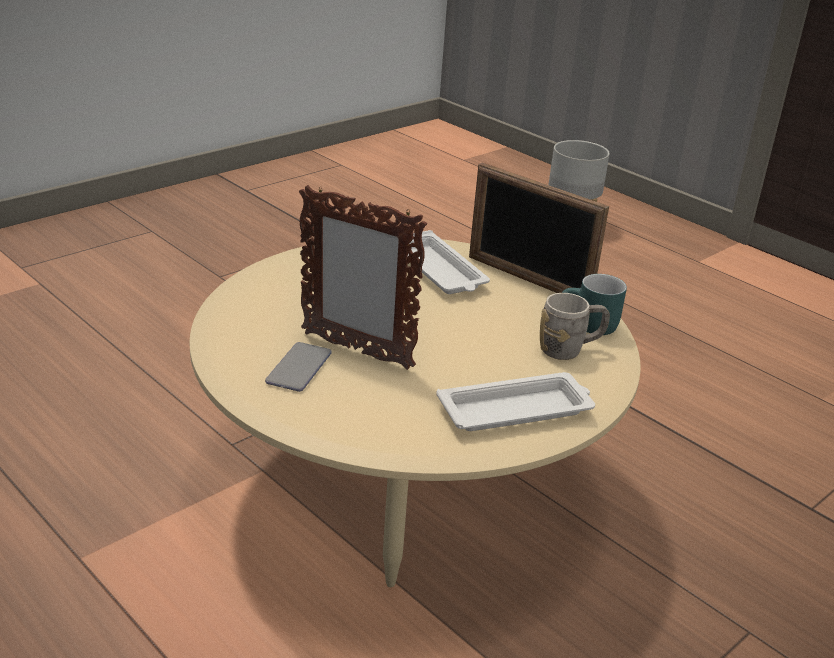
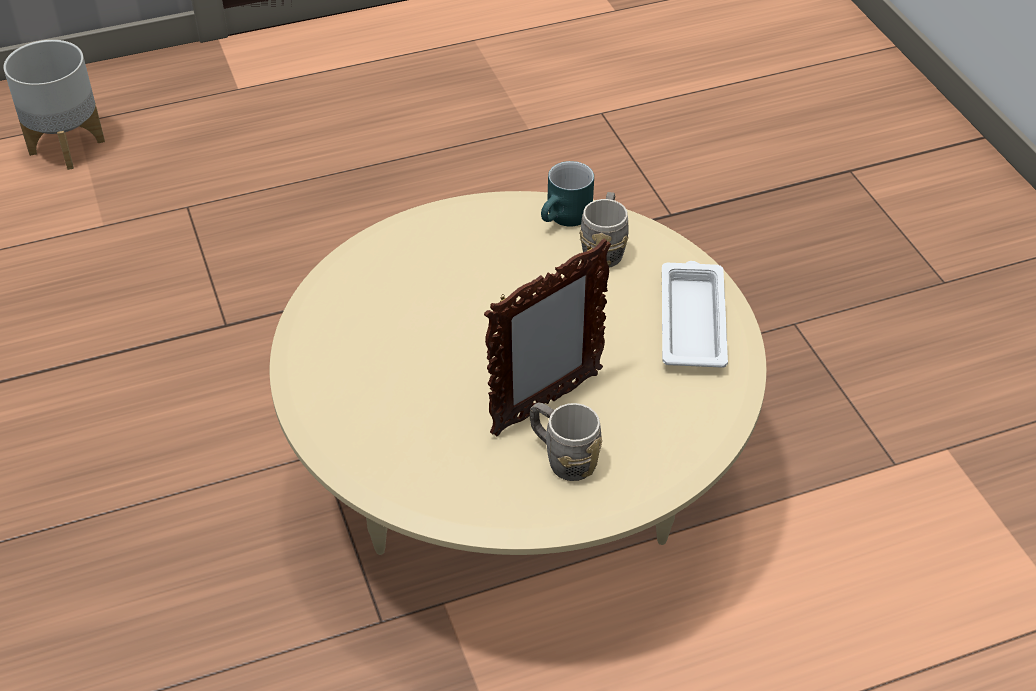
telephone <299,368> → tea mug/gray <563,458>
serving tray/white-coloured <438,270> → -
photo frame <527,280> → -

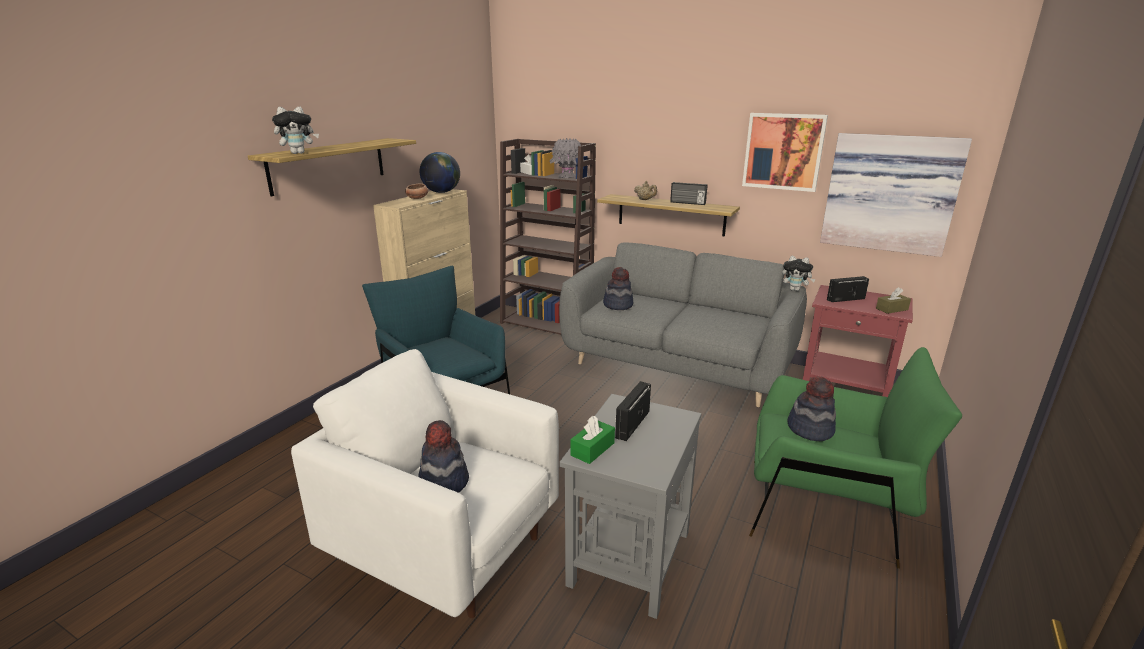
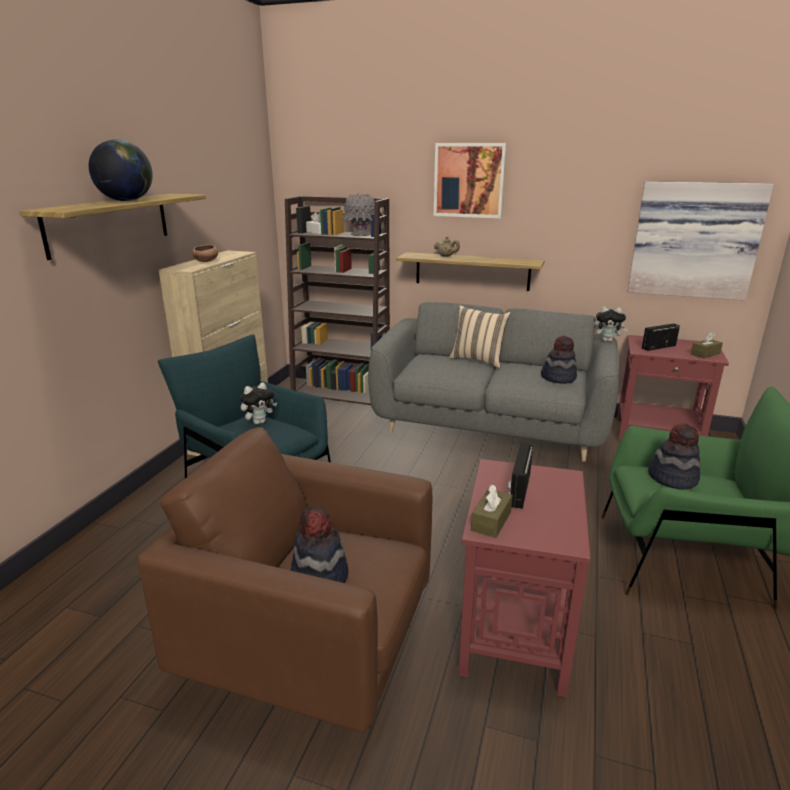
desk globe <441,192> → desk globe <126,201>, relocated
lounge chair/white-coloured <446,547> → lounge chair/brownish <311,649>
cuddly toy <299,153> → cuddly toy <259,422>, relocated
wall picture <783,151> → wall picture <469,180>, relocated
- → throw pillow/sand-coloured <478,360>
accent table/gray <629,557> → accent table/red <514,633>
box of tissues/greenish <592,449> → box of tissues/brownish <491,521>
wearable hat <618,305> → wearable hat <558,378>, relocated
radio <687,203> → -

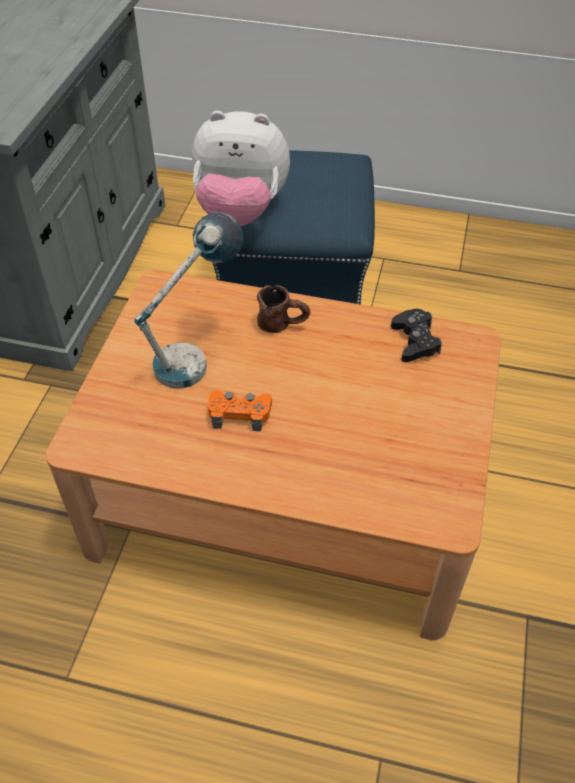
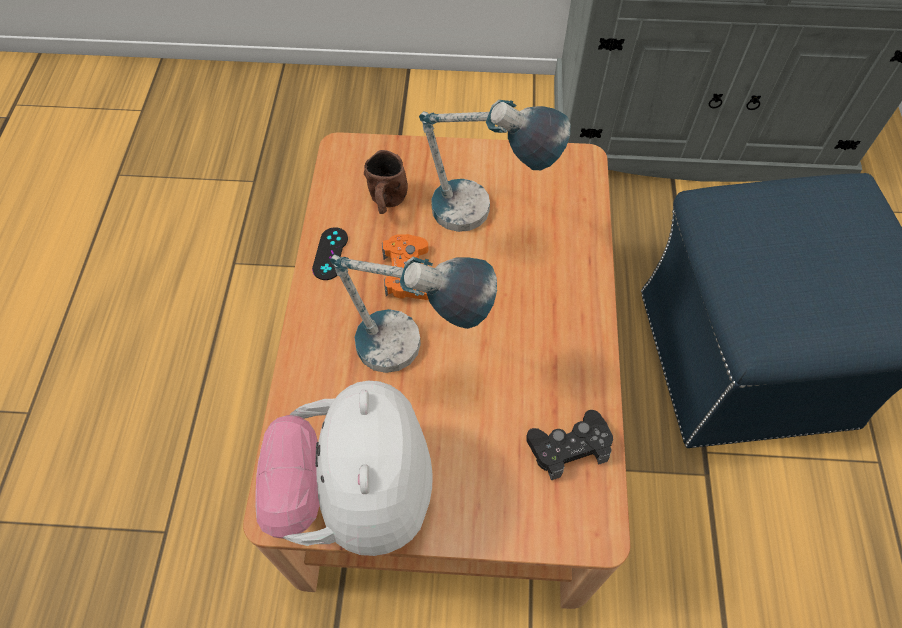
cuddly toy <240,212> → cuddly toy <356,495>, relocated
- → game controller/blackish <330,254>
- → tabletop lamp <414,354>
tea mug/brownish <283,325> → tea mug/brownish <387,203>, relocated

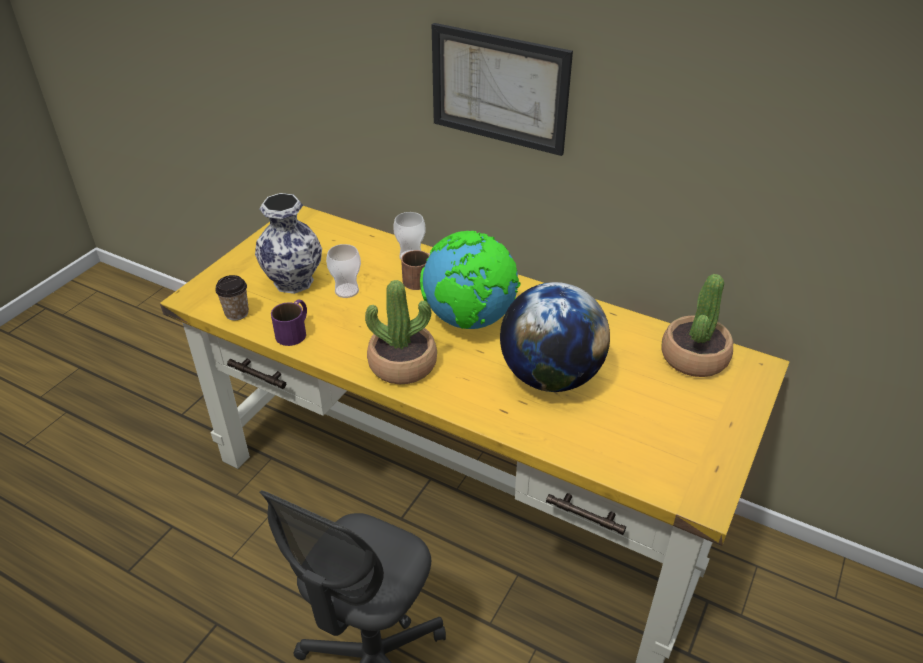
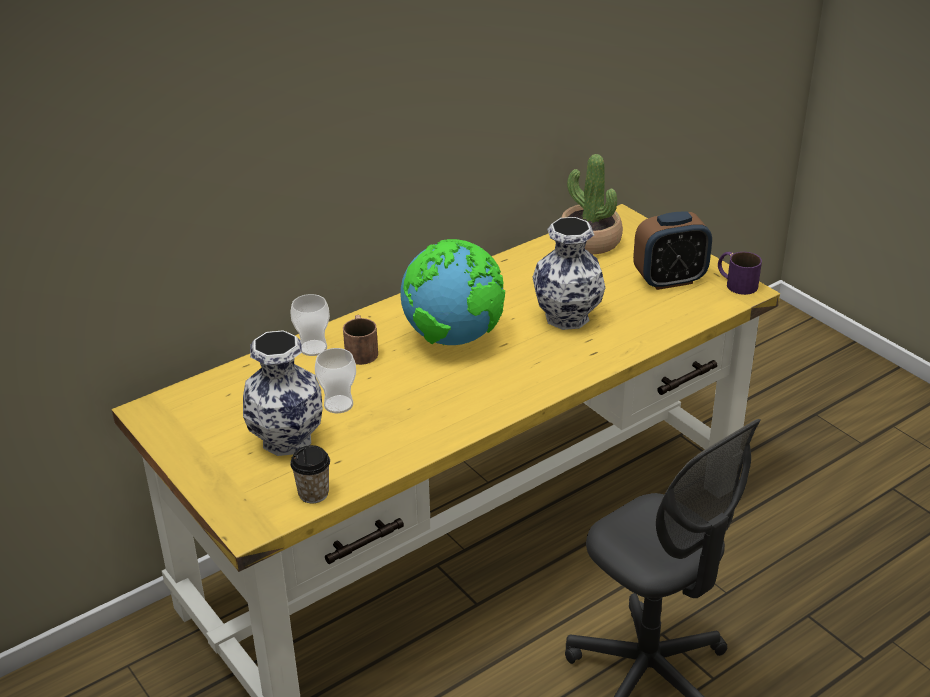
desk globe <550,377> → decorative vase <566,316>
- → alarm clock <669,280>
tea mug/purplish <295,331> → tea mug/purplish <735,283>, relocated
houseplant <403,364> → -
wall picture <499,88> → -

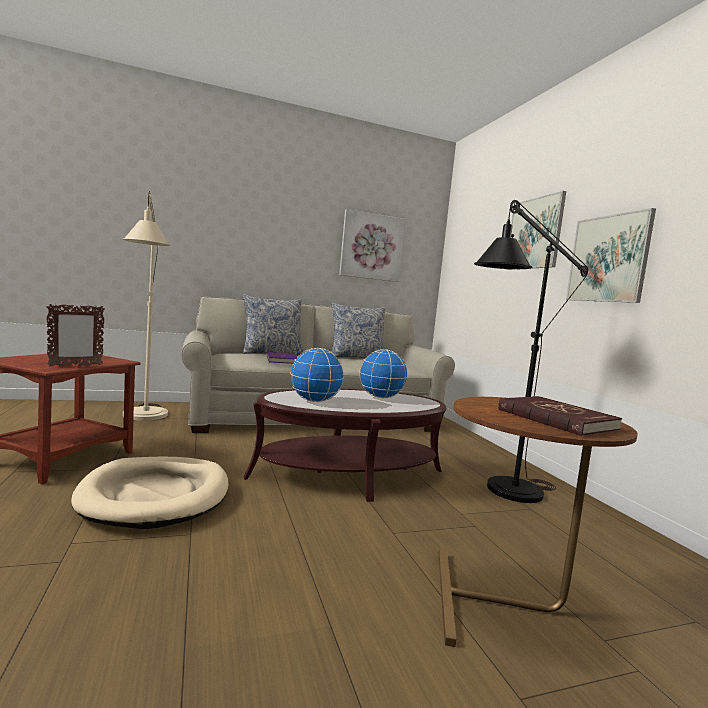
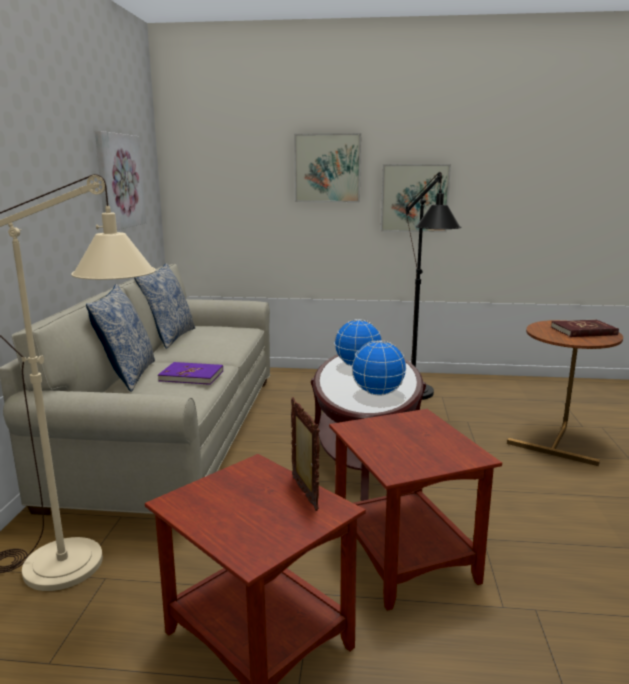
dog cushion/sand-coloured <156,496> → accent table/brownish <401,556>

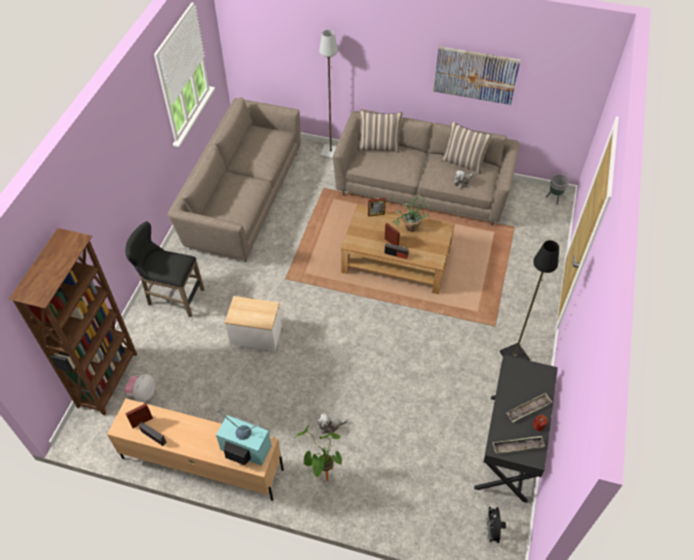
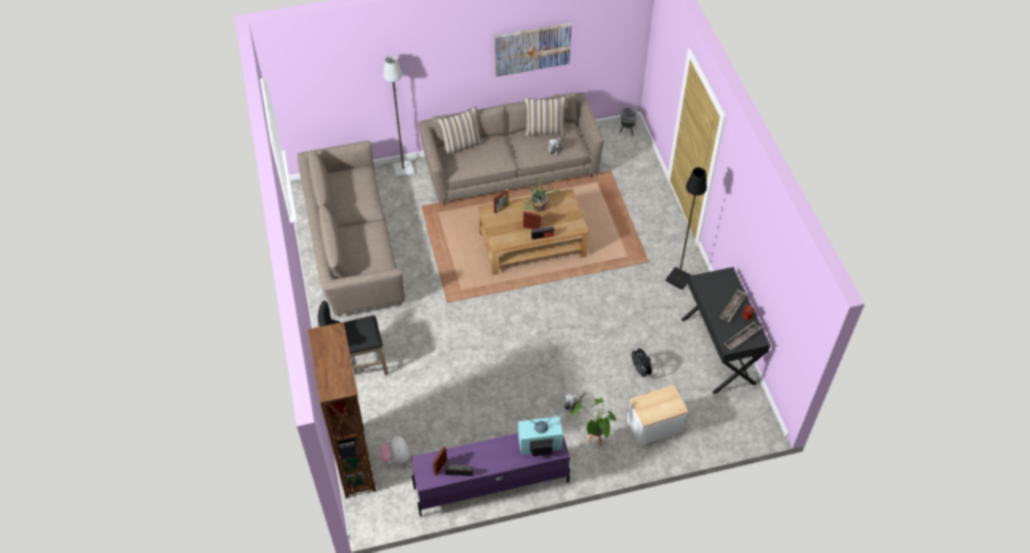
tv stand/sand-coloured <201,463> → tv stand/purplish <490,485>
accent table <256,335> → accent table <654,426>, relocated
electric fan/blackish <491,531> → electric fan/blackish <640,371>, relocated

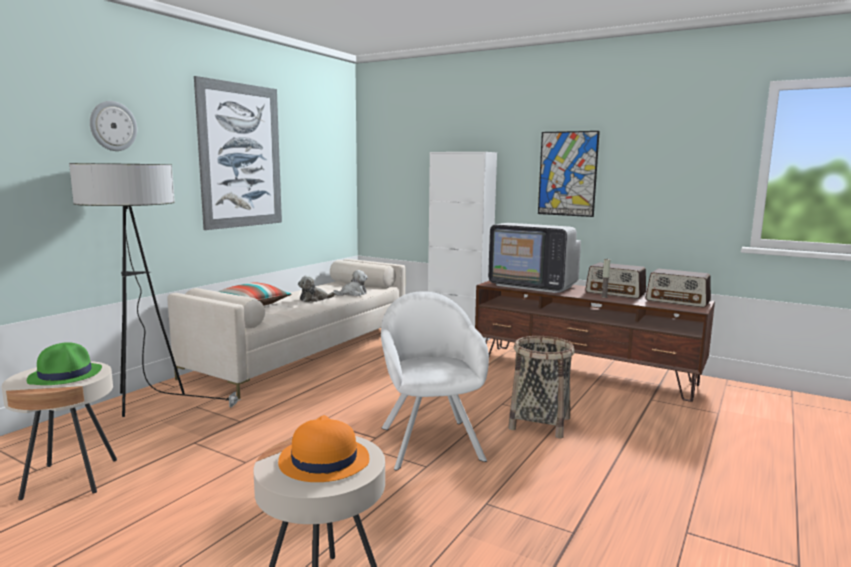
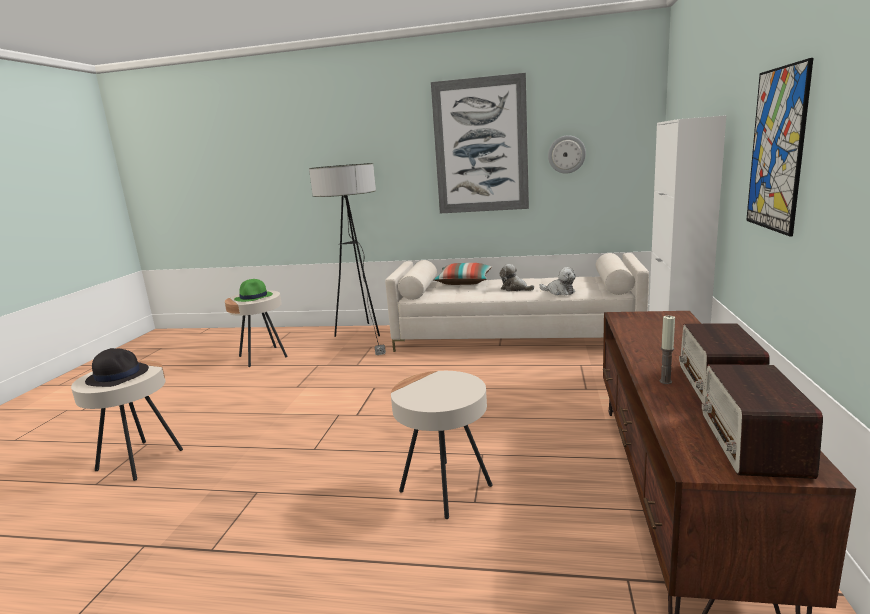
wearable hat/orangey <323,461> → wearable hat/blackish <118,375>
basket <540,423> → accent table/sand-coloured <445,488>
clock on the wall <113,126> → clock on the wall <566,154>, relocated
lounge chair/white-coloured <430,440> → -
TV <533,285> → -

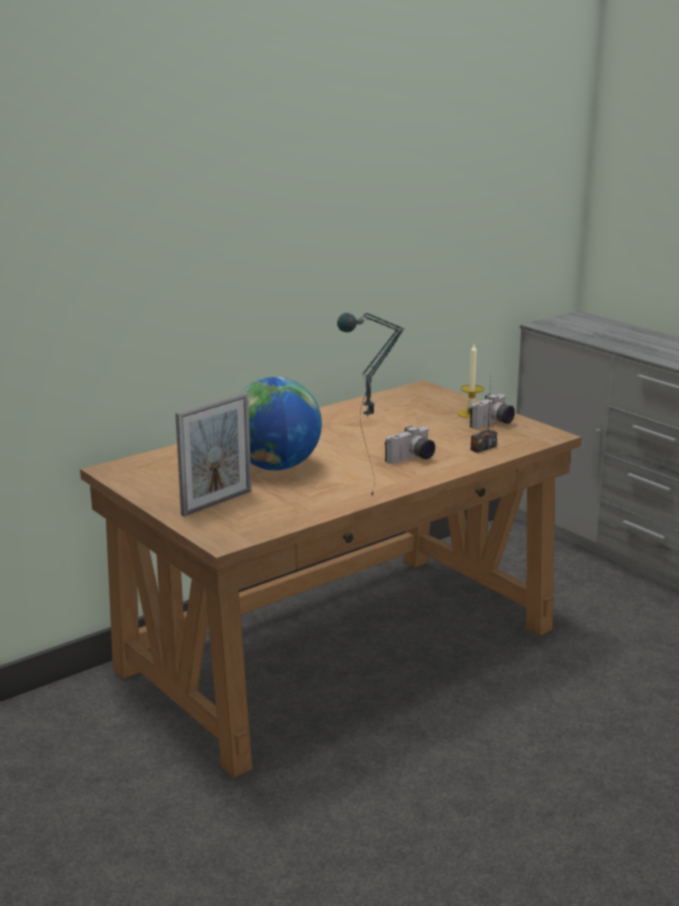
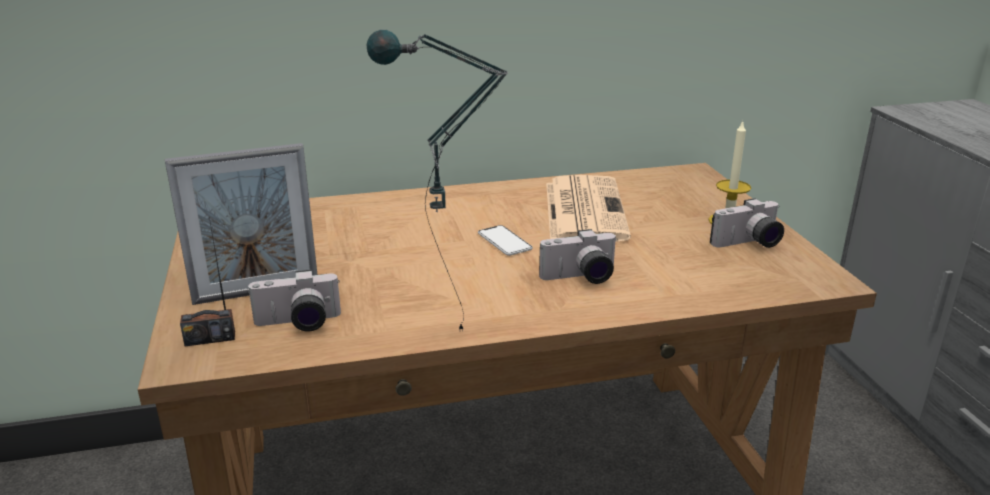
radio <483,448> → radio <210,338>, relocated
- → photo camera <298,324>
- → telephone <504,241>
- → daily paper <583,209>
desk globe <276,467> → -

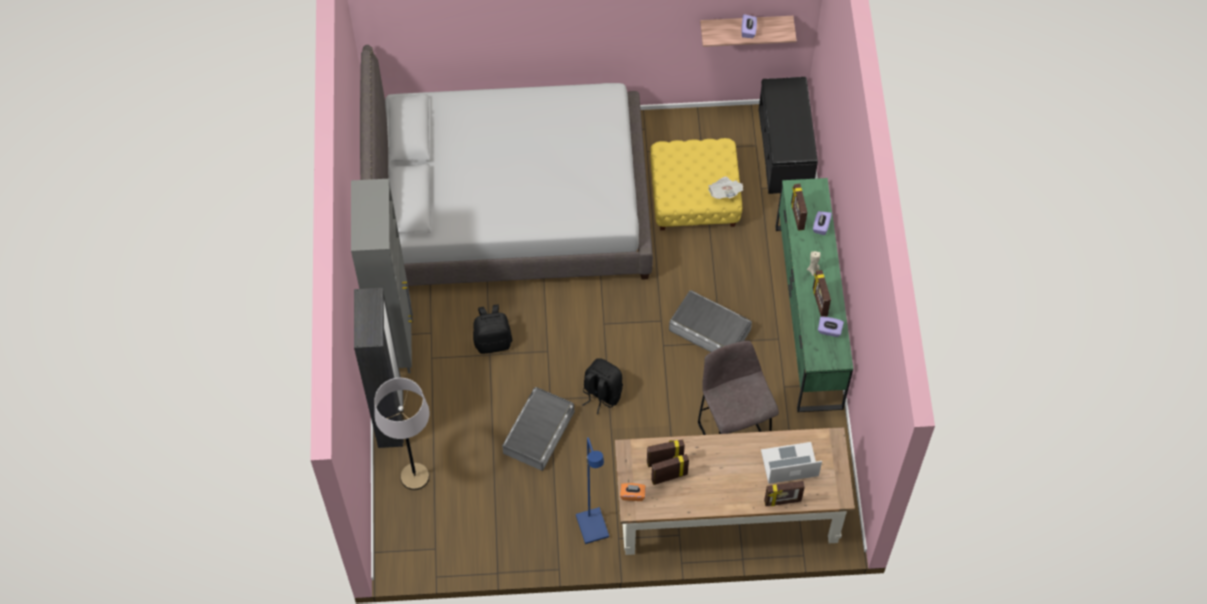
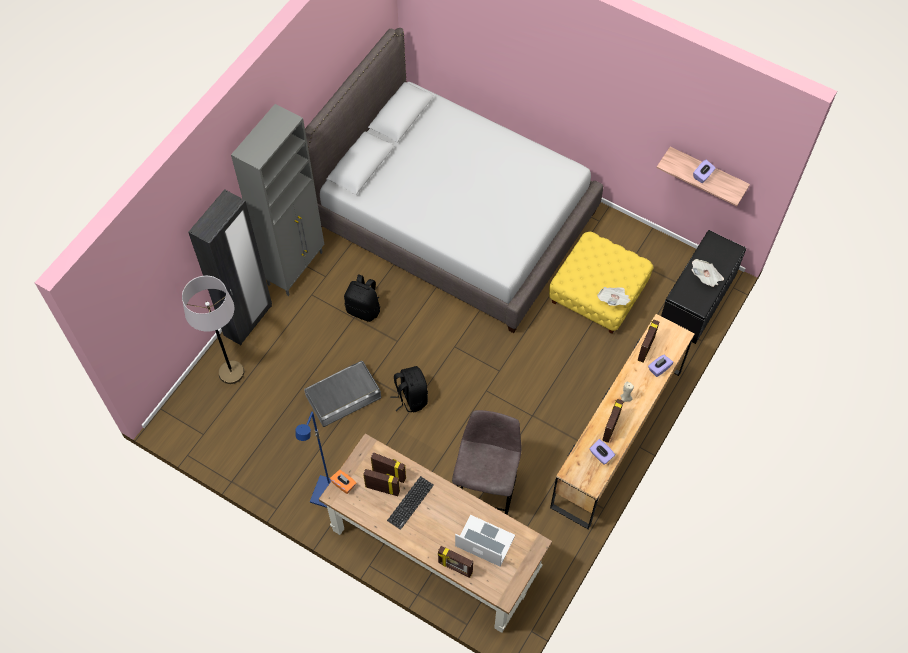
- → computer keyboard <410,502>
chest of drawers/greenish <808,316> → chest of drawers/brownish <616,438>
- → daily paper <706,277>
storage box/gray <709,330> → -

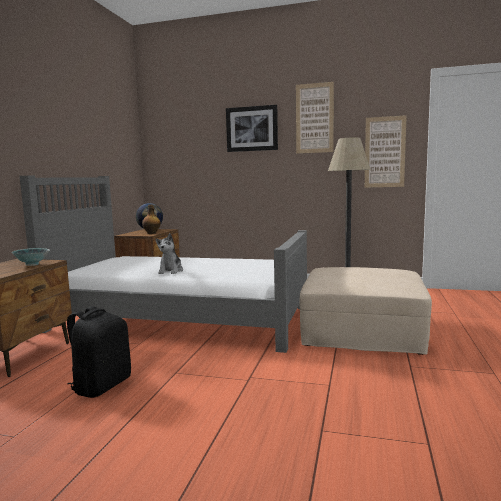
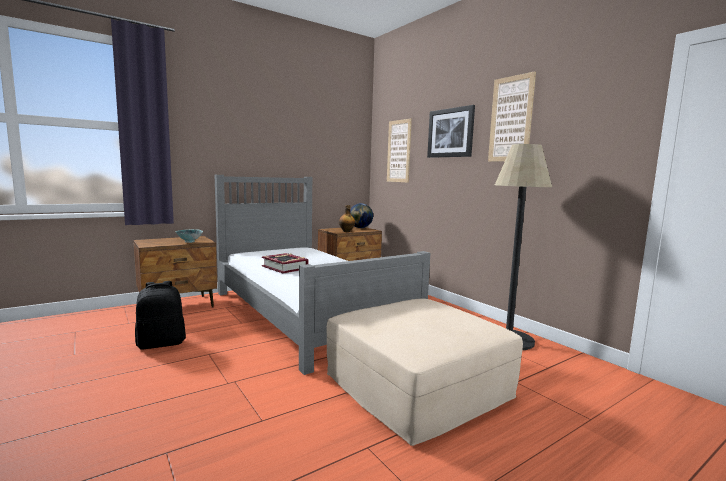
cuddly toy <171,271> → book <285,267>
wall picture <384,152> → wall picture <399,151>, relocated

